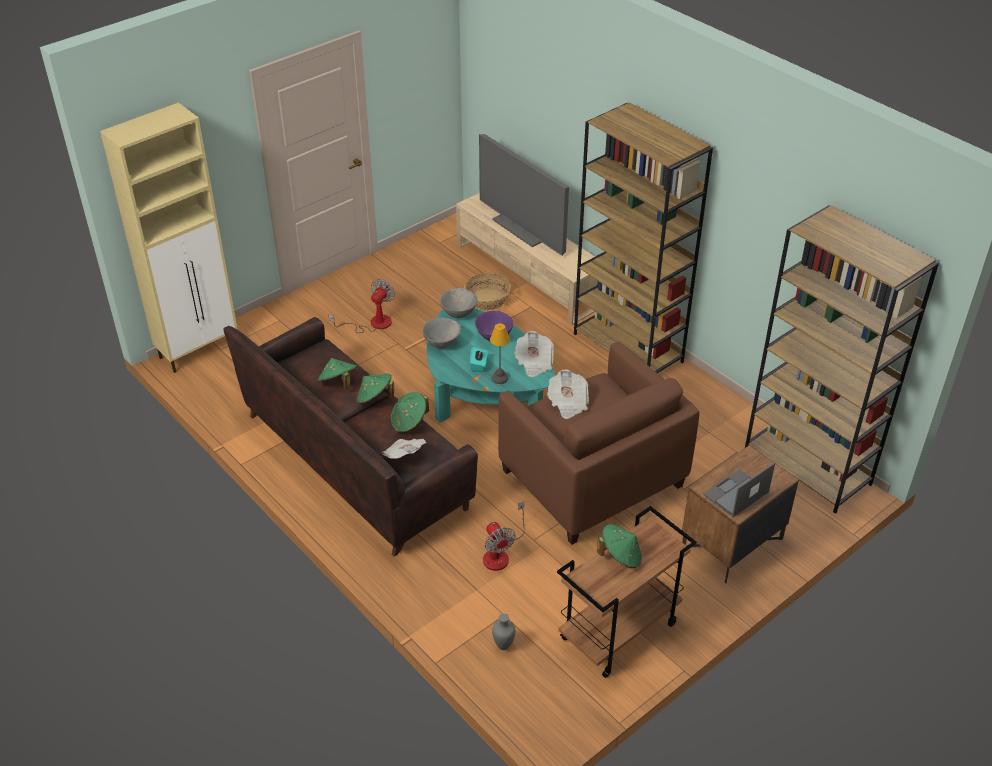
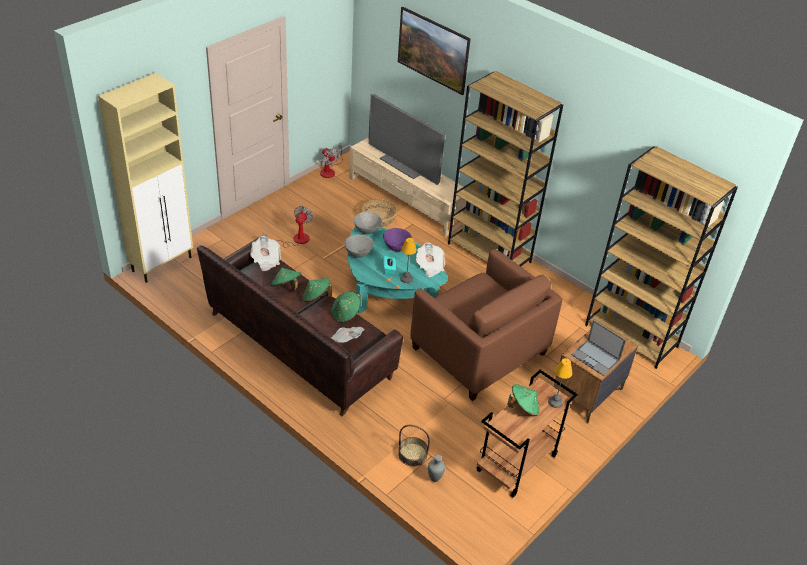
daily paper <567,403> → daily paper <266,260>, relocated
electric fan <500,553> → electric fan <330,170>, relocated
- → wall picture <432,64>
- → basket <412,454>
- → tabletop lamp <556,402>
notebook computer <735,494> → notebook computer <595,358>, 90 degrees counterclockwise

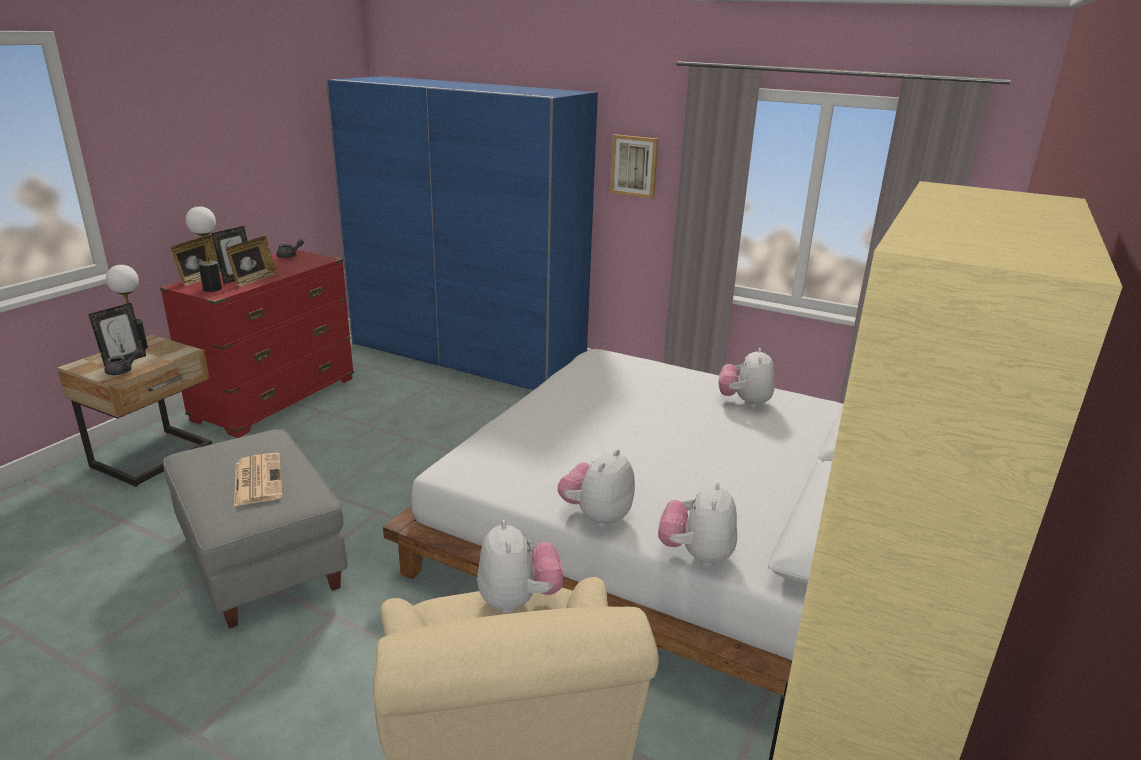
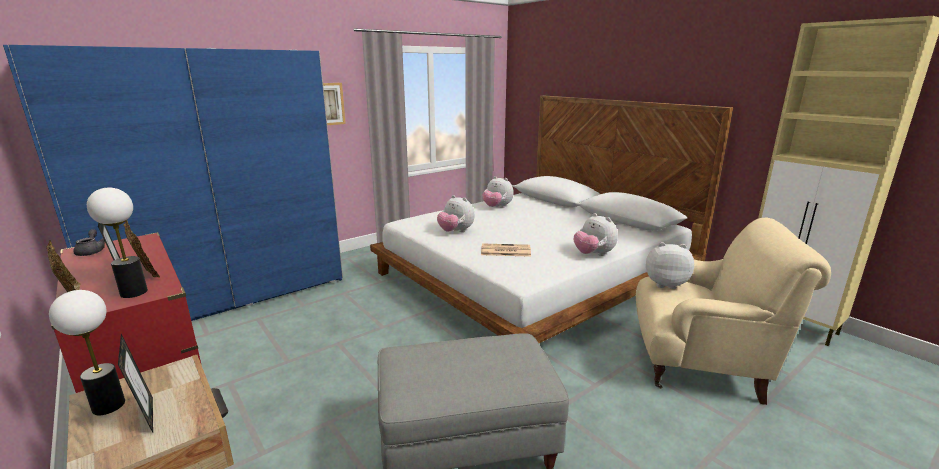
cuddly toy <696,555> → cuddly toy <455,232>, relocated
daily paper <257,479> → daily paper <505,251>, relocated
tea pot/gray <123,371> → -

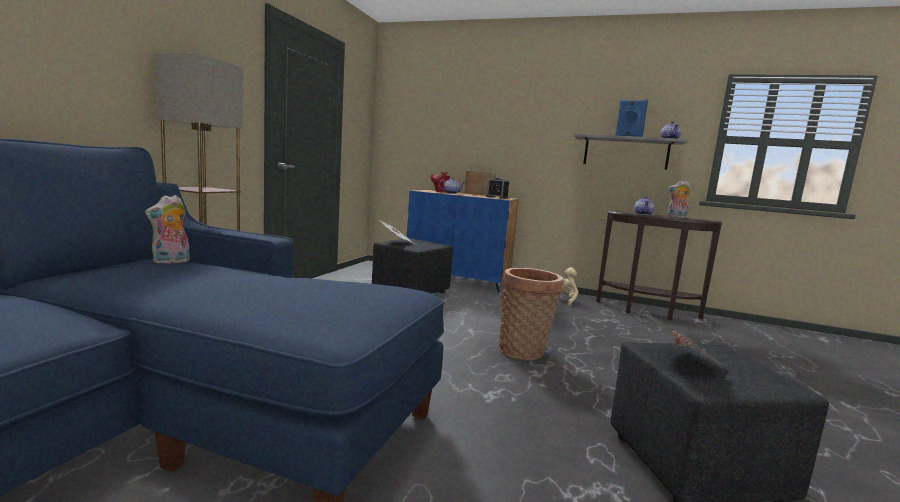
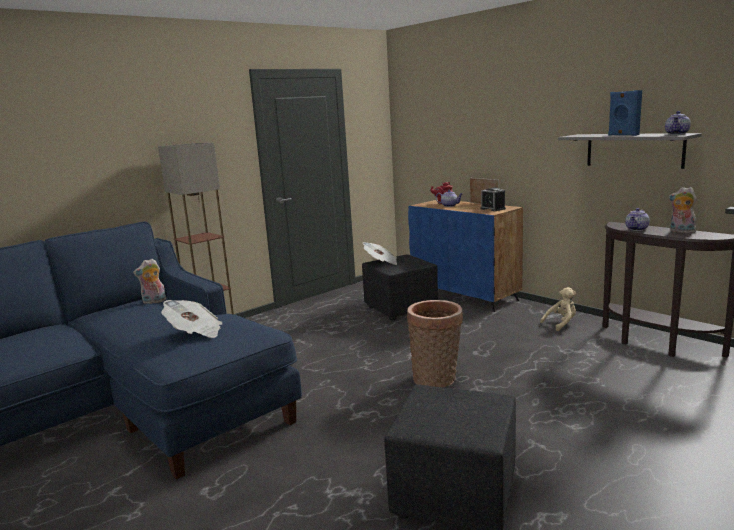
daily paper <680,361> → daily paper <195,332>, relocated

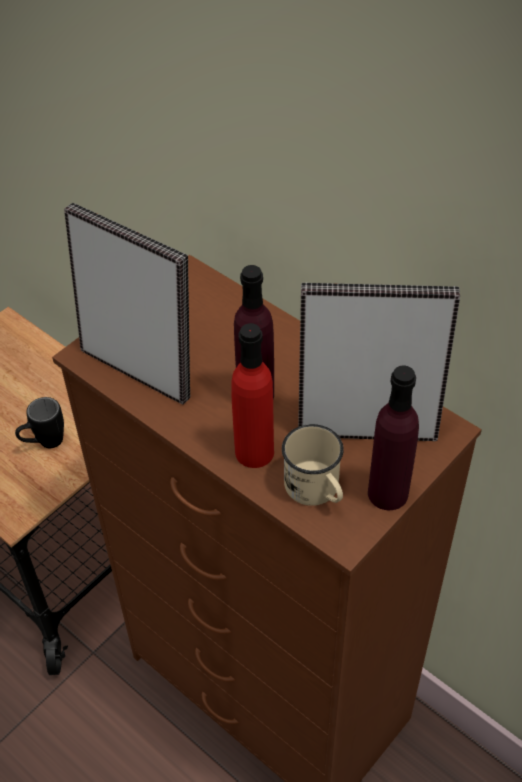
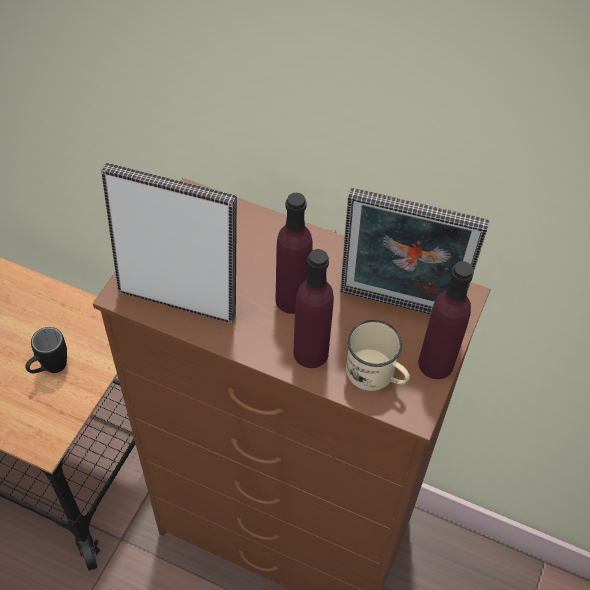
bottle/red <254,452> → bottle/purplish <310,353>
photo frame <367,427> → photo frame <397,308>, 150 degrees counterclockwise

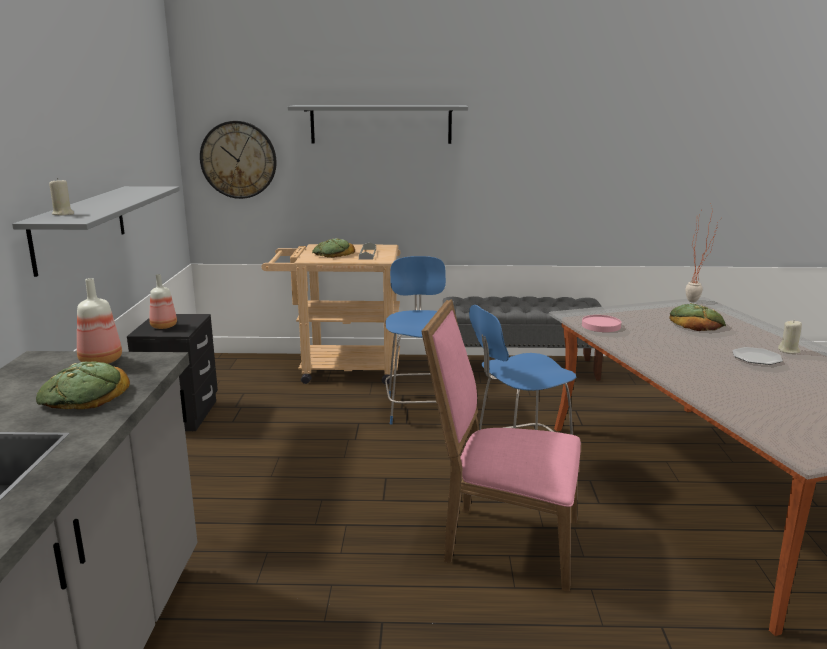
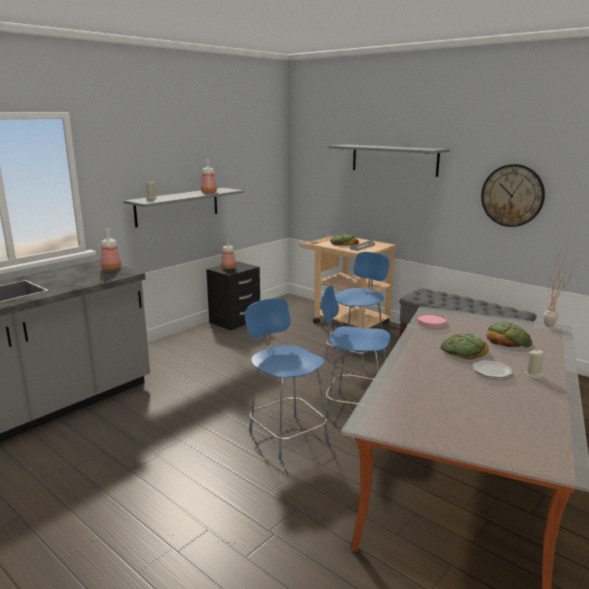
- → bottle <208,192>
plain chair/pinkish <503,541> → sitting stool/bluish <286,434>
baked bread <84,395> → baked bread <463,351>, relocated
clock on the wall <238,160> → clock on the wall <512,195>, relocated

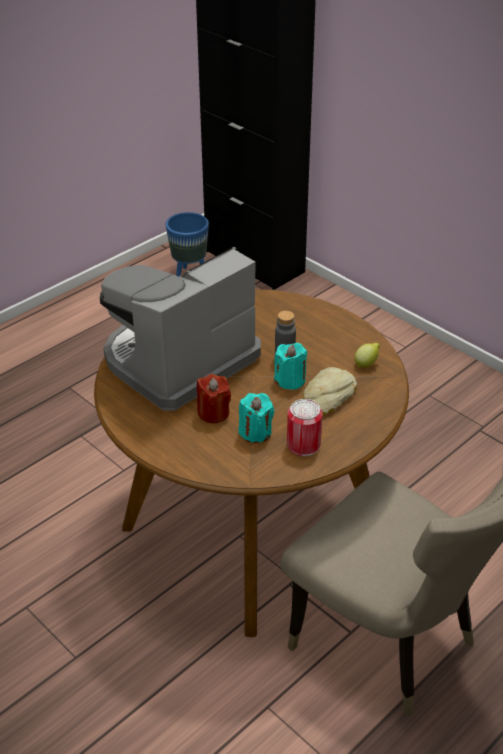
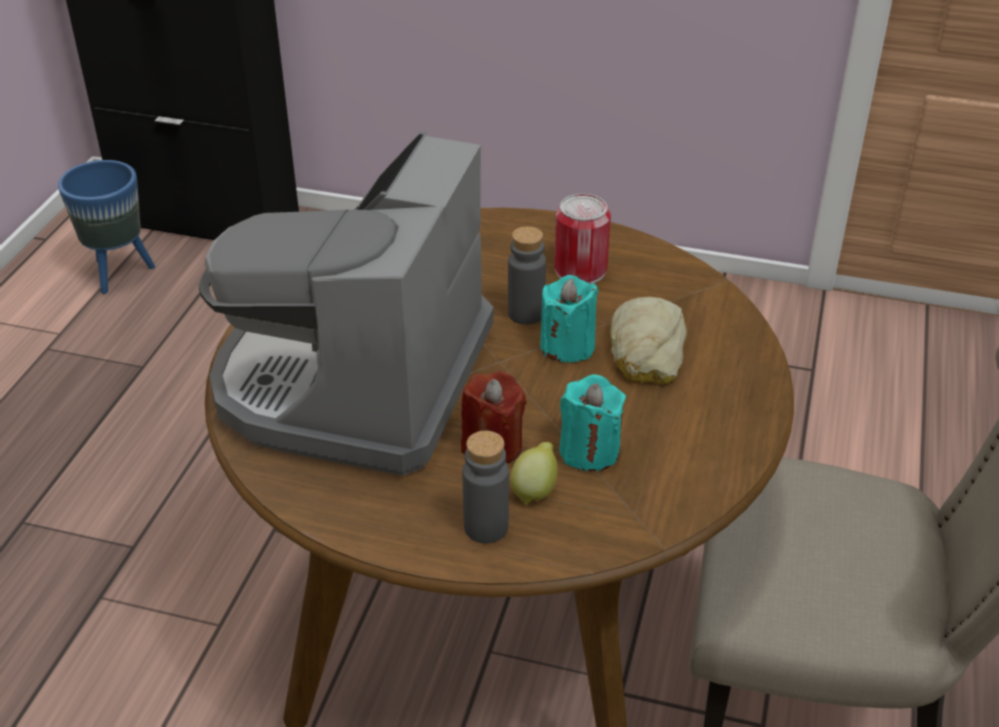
- → bottle/gray <486,527>
whole lemon <366,364> → whole lemon <535,490>, relocated
can <303,444> → can <580,270>, relocated

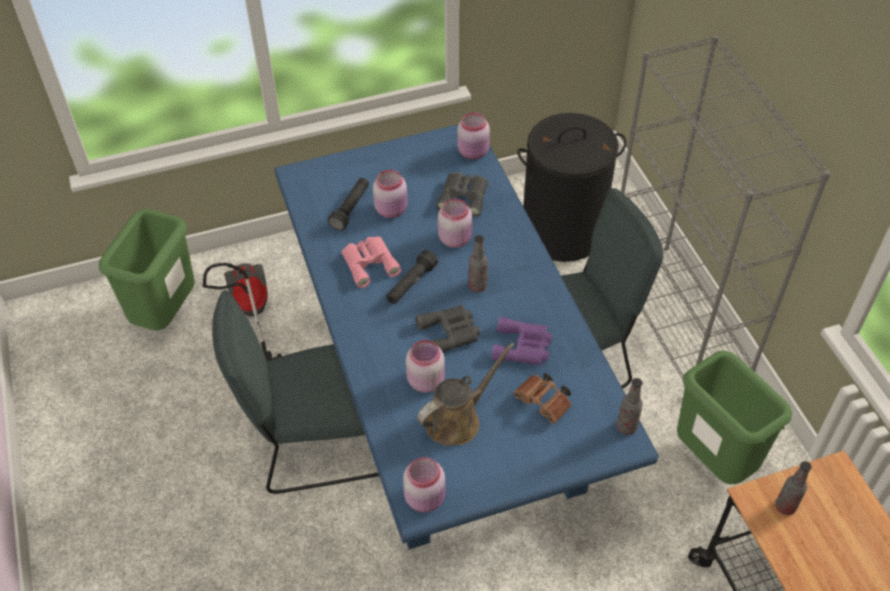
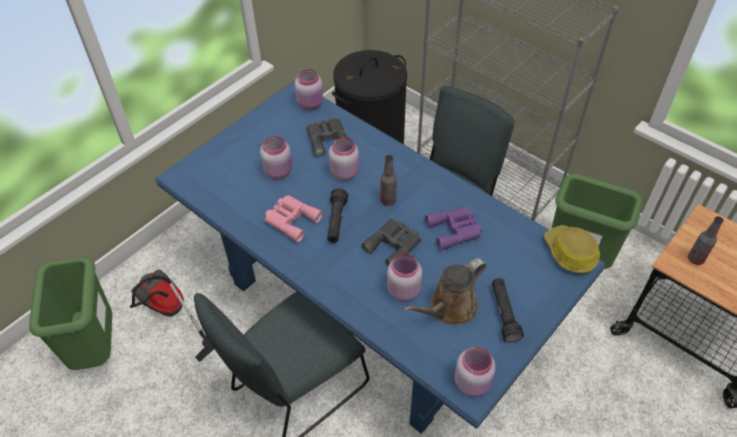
watering can/brownish <457,420> → watering can/brownish <449,308>, 150 degrees counterclockwise
torch/blackish <351,209> → torch/blackish <504,313>, relocated
bottle <626,427> → work helmet <570,253>
pair of binoculars/brownish <545,403> → -

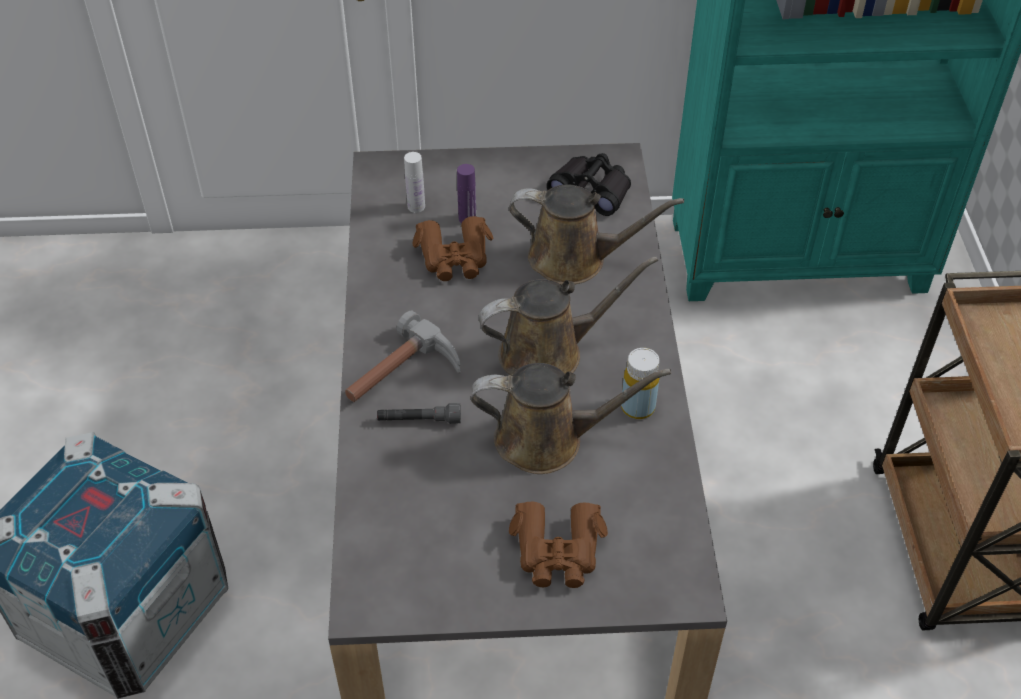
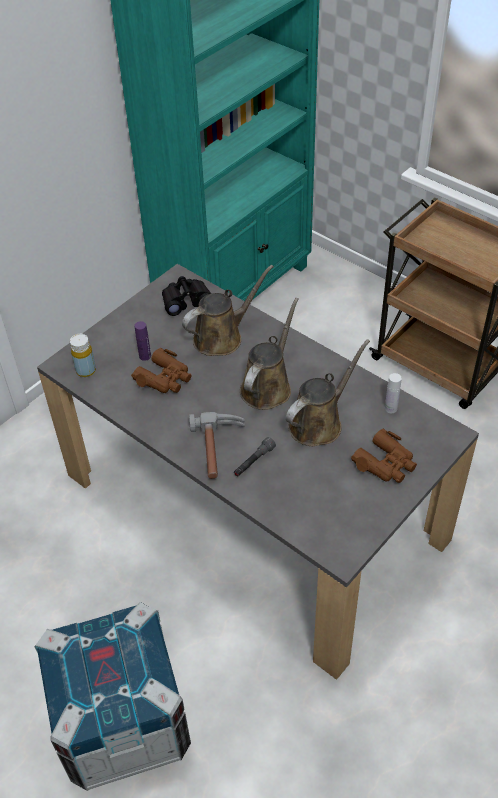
bottle/yellow-coloured <637,407> → bottle/yellow-coloured <86,370>, relocated
bottle/white-coloured <416,206> → bottle/white-coloured <391,408>, relocated

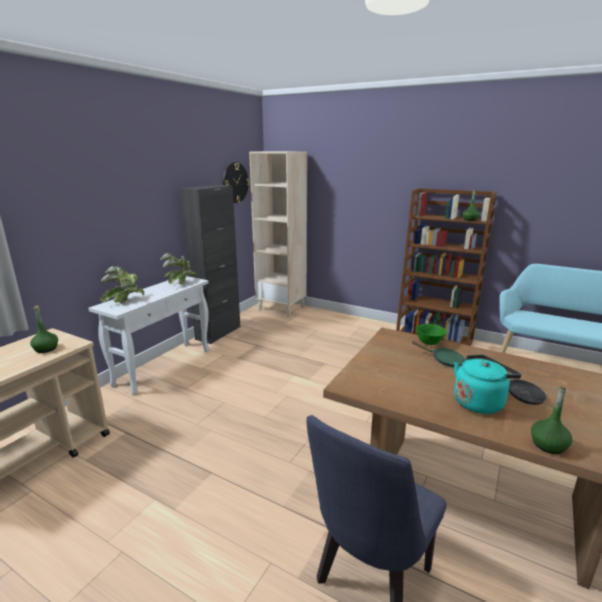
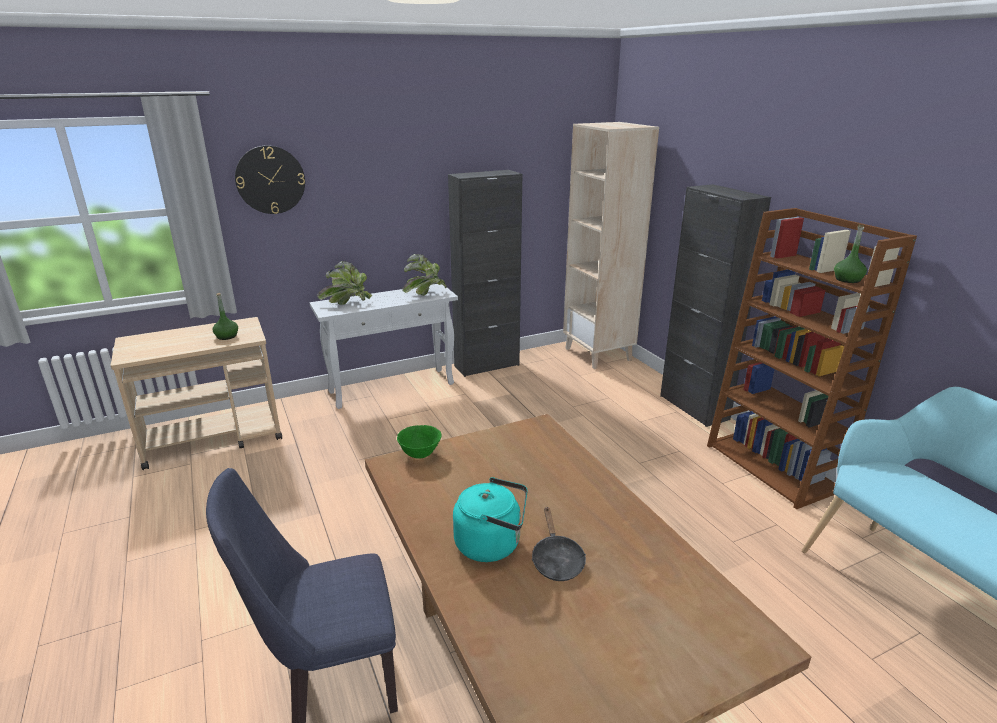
clock on the wall <235,182> → clock on the wall <270,180>, relocated
deep dish/greenish <429,343> → deep dish/greenish <420,454>, relocated
- → cabinet/blackish <694,407>
pan/greenish <443,360> → -
bottle/greenish <548,445> → -

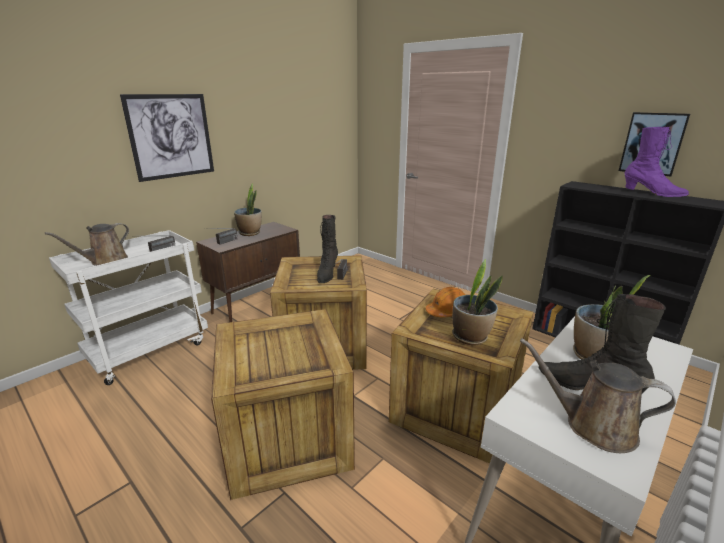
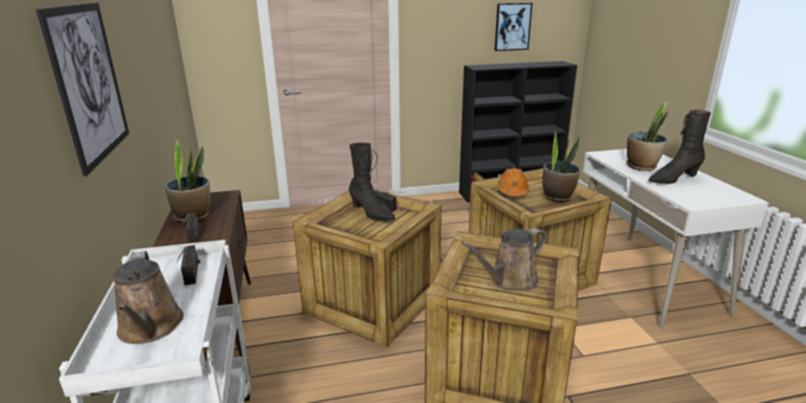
watering can/brownish <593,426> → watering can/brownish <510,280>, relocated
high-top boot/purplish <652,193> → -

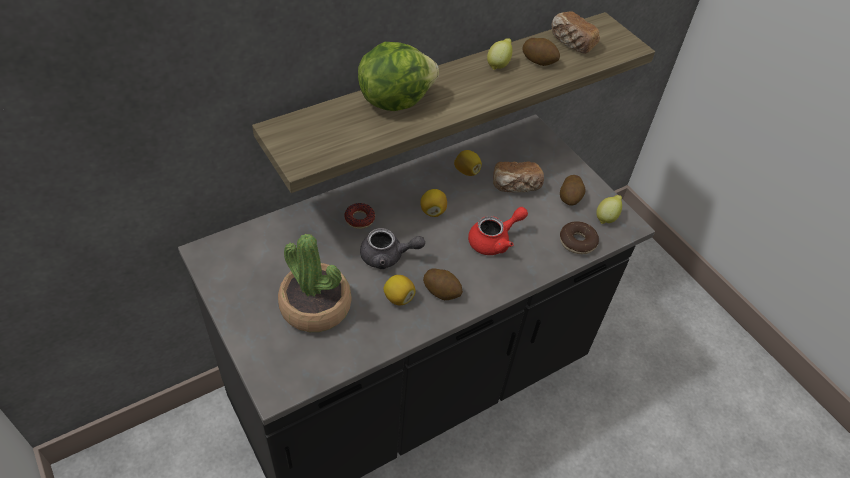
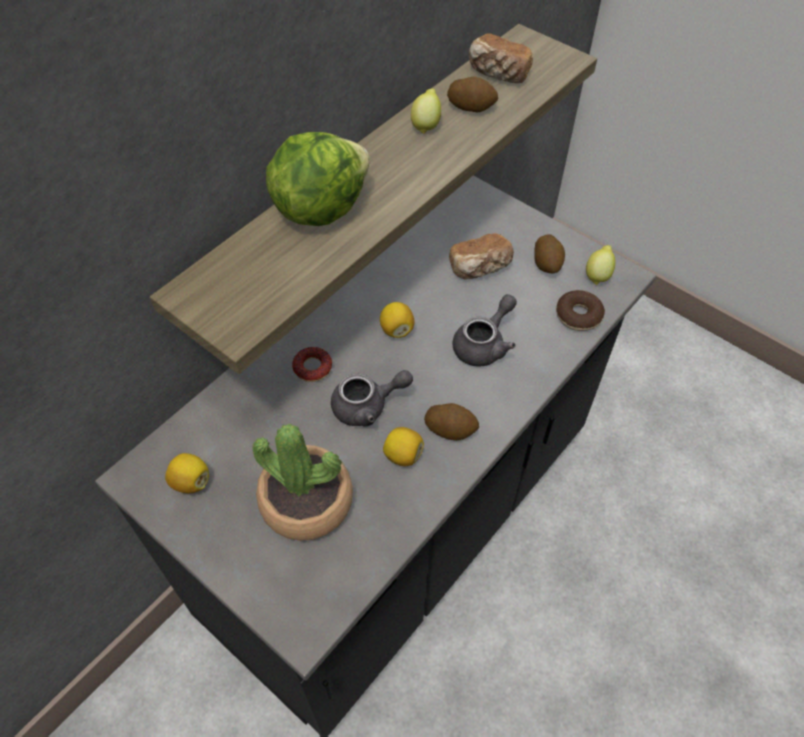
whole lemon <466,171> → whole lemon <191,481>, relocated
tea pot/red <494,240> → tea pot/gray <484,344>

